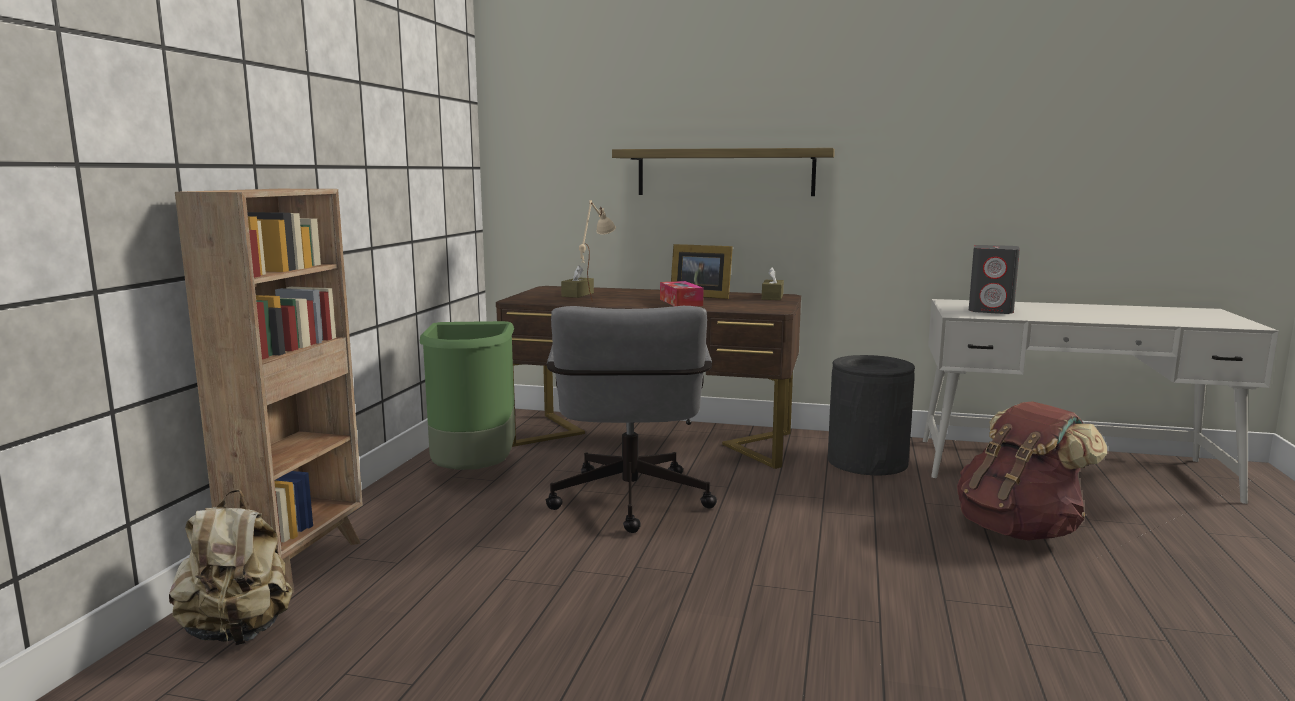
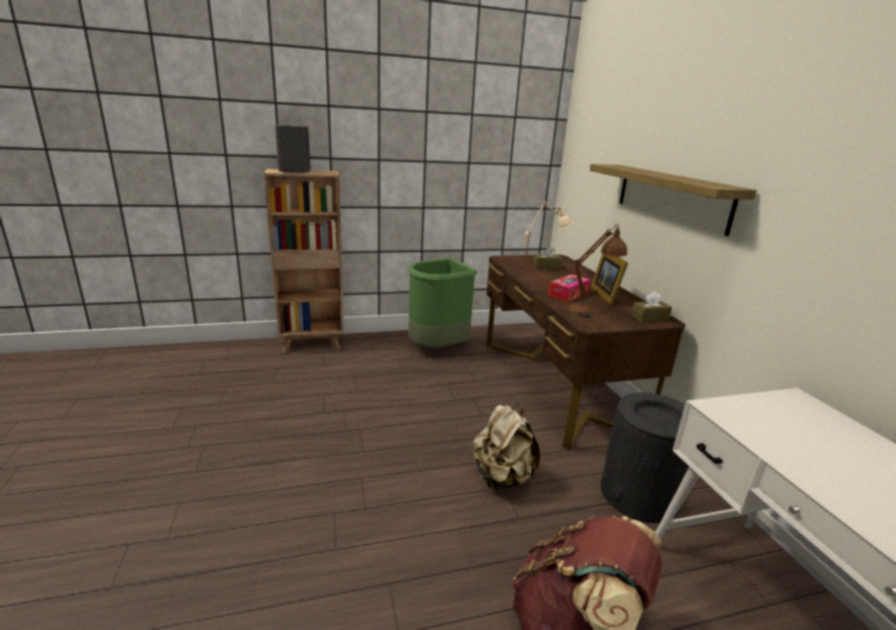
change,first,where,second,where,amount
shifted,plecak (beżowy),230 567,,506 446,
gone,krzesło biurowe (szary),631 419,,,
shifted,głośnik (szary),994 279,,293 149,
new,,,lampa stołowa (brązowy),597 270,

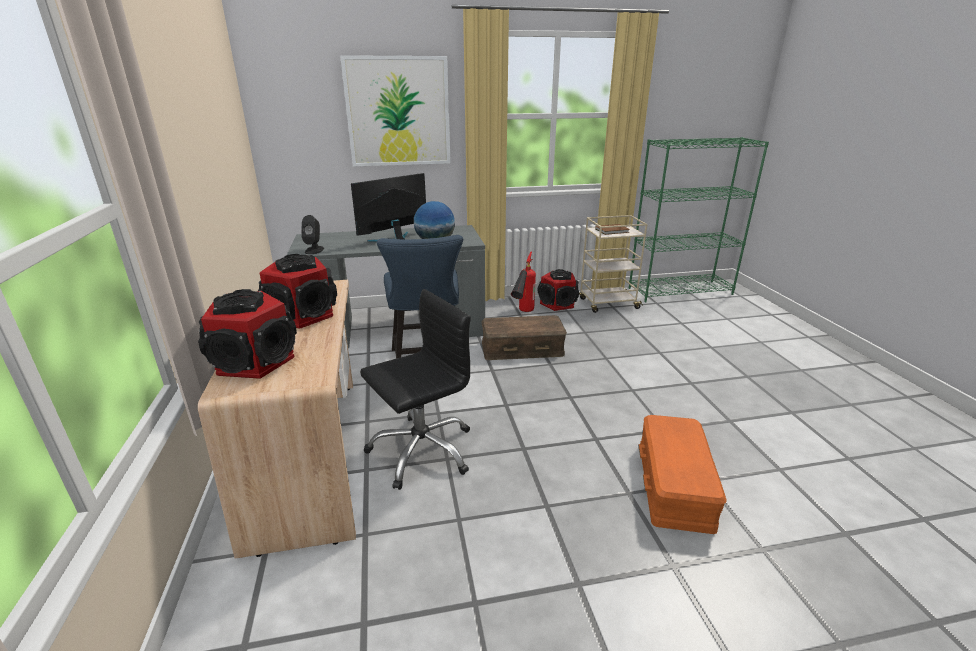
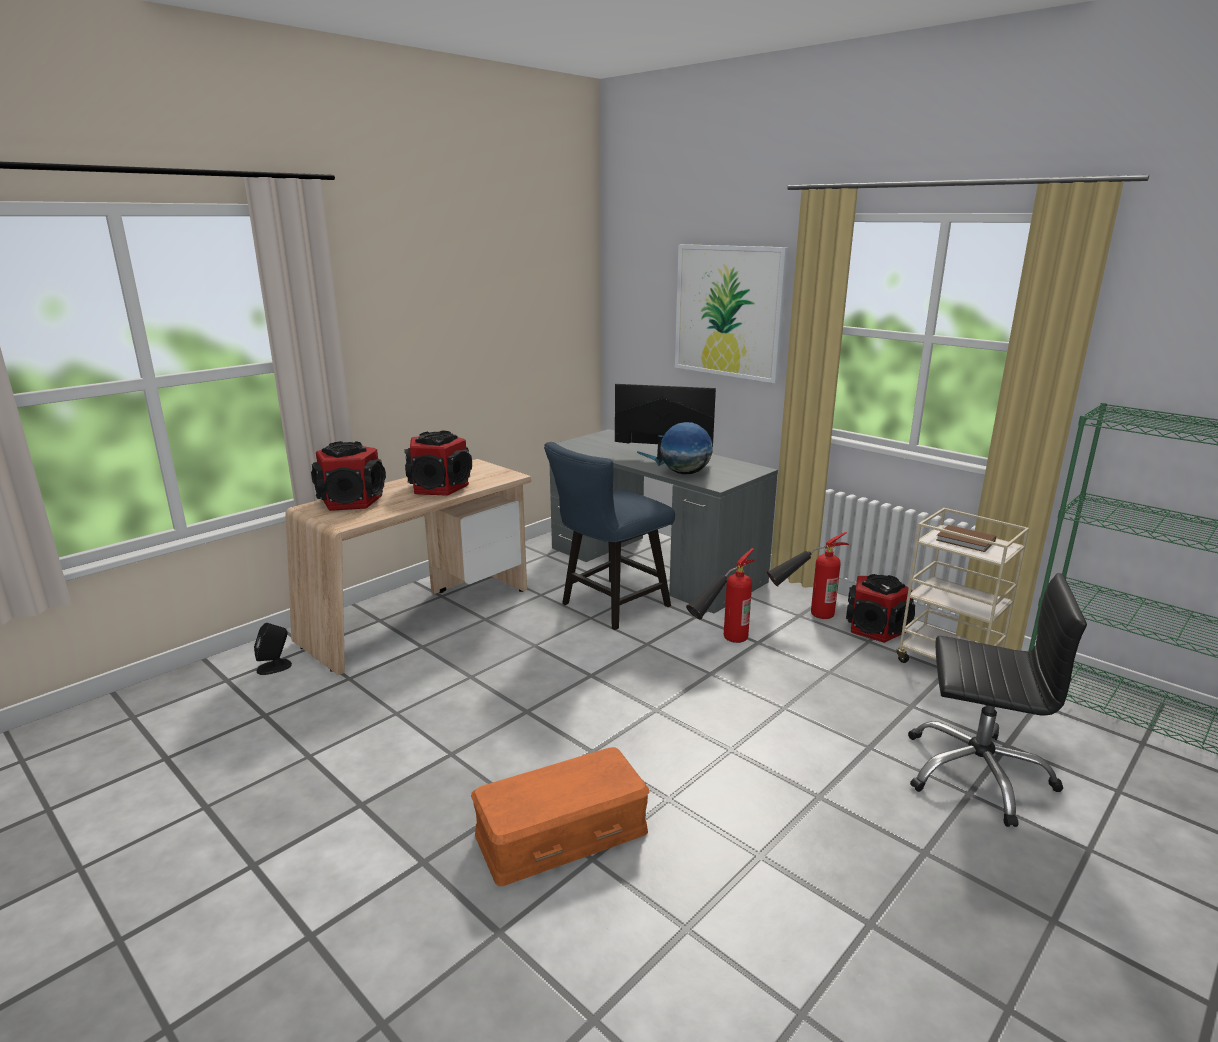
change,first,where,second,where,amount
shifted,głośnik (czarny),313 234,,273 649,
shifted,krzesło biurowe (czarny),415 389,,997 700,
swapped,pojemnik do przechowywania (brązowy),524 337,gaśnica,721 595,

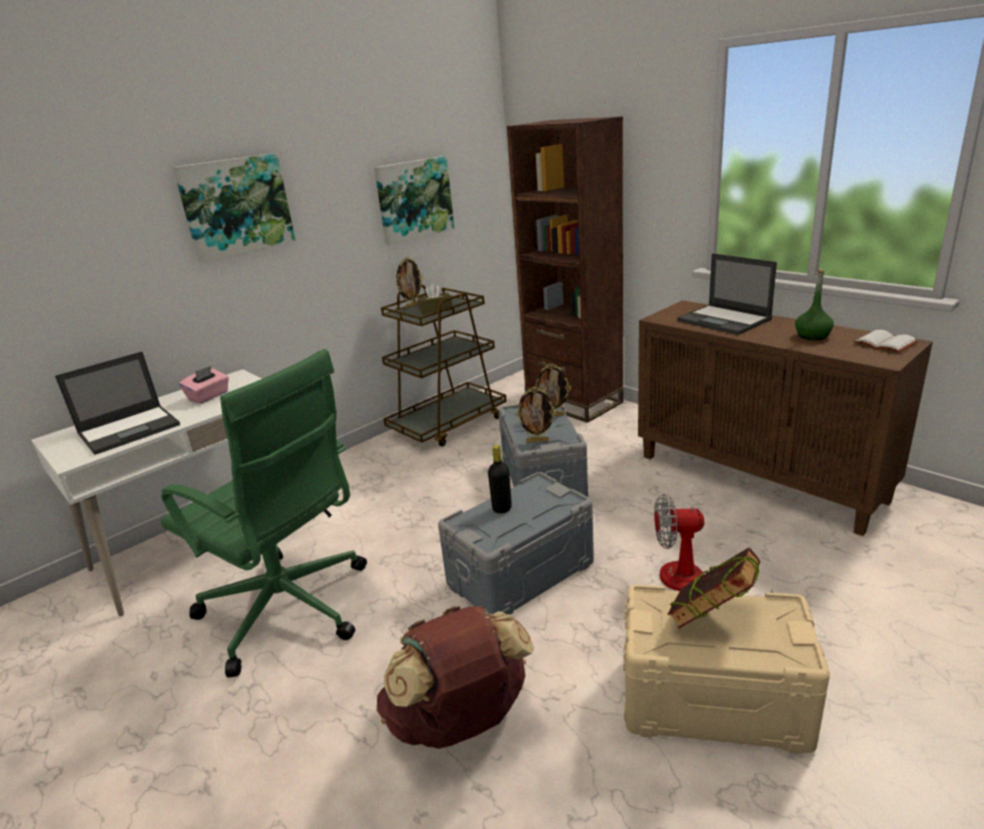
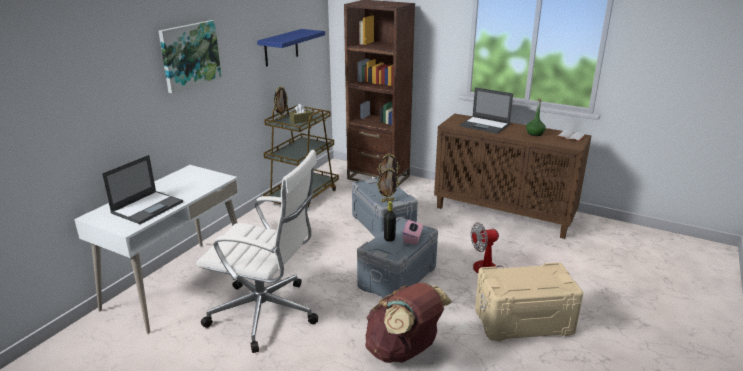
change,first,where,second,where,amount
repainted,krzesło biurowe (zielony),264 513,krzesło biurowe (biały),257 251,
shifted,pudełko chusteczek (różowy),204 385,,413 232,
swapped,obraz,414 201,półka (niebieski),291 48,
gone,książka,714 588,,,

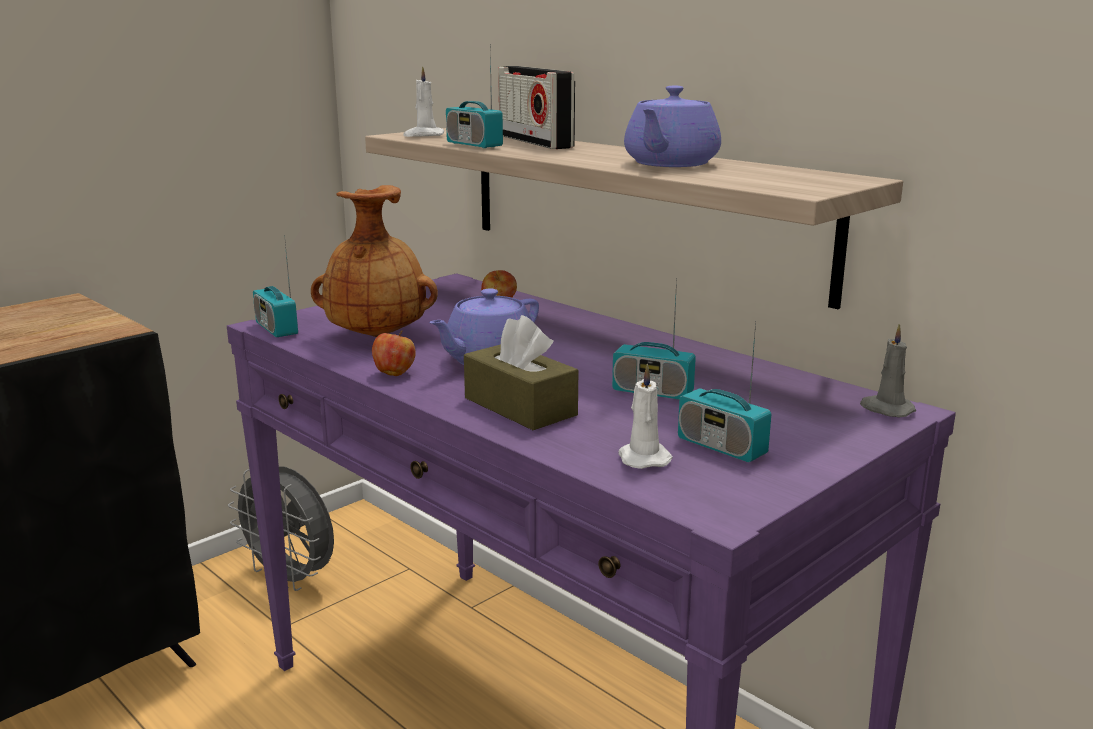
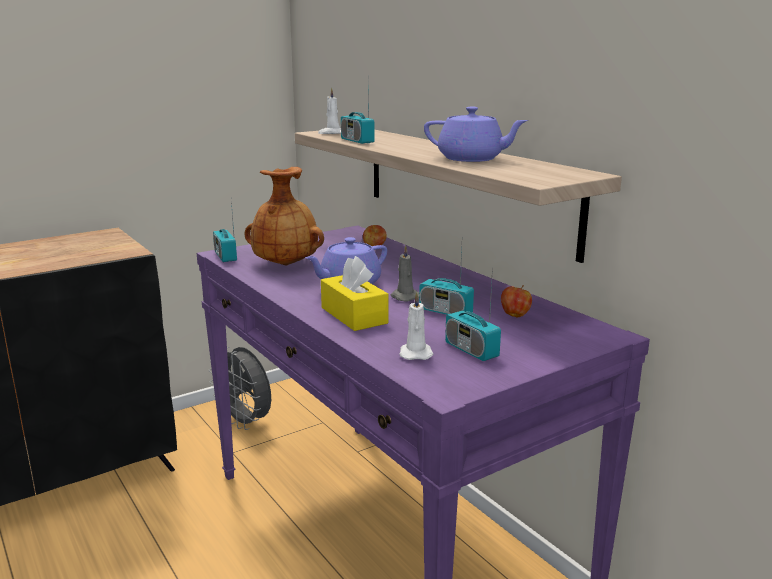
change,first,where,second,where,amount
shifted,jabłko,394 353,,516 301,
repainted,pudełko chusteczek (brązowy),521 372,pudełko chusteczek (żółty),354 293,
gone,radio,536 107,,,
rotated,imbryk (fioletowy),672 126,,476 134,105 degrees counterclockwise
shifted,świeca (szary),888 370,,405 273,

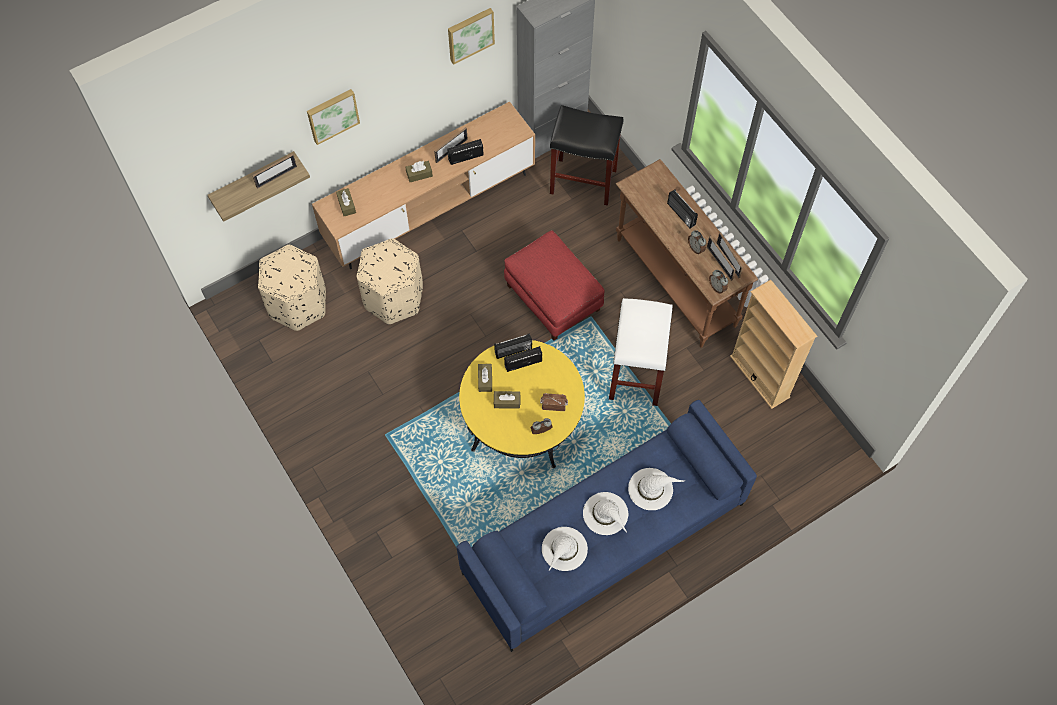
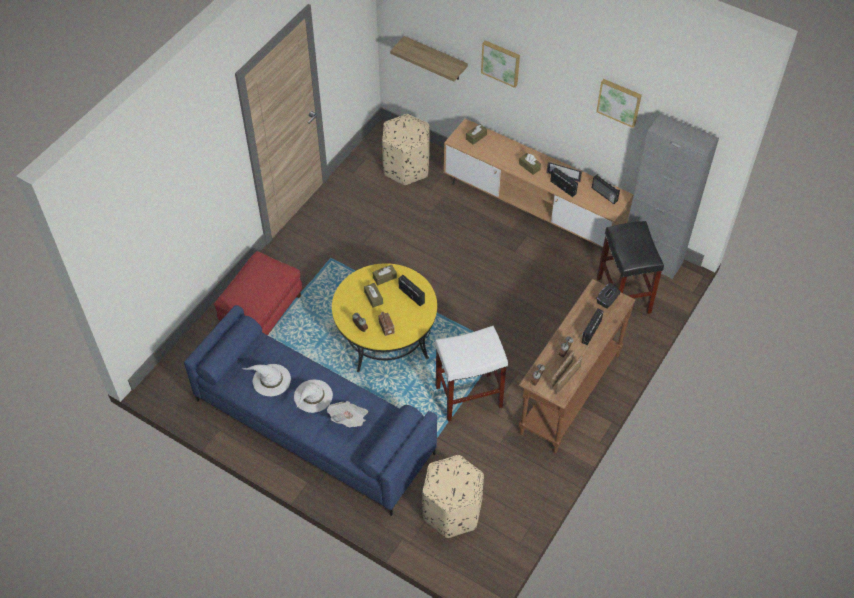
change,first,where,second,where,amount
gone,ramka na zdjęcie,274 171,,,
shifted,pufa (beżowy),390 281,,453 496,
shifted,radio,513 346,,606 189,
shifted,pufa (czerwony),554 285,,258 293,
swapped,kapelusz (biały),656 489,gazeta,347 414,
gone,regał (beżowy),773 344,,,
new,,,pudełko chusteczek (czarny),609 296,

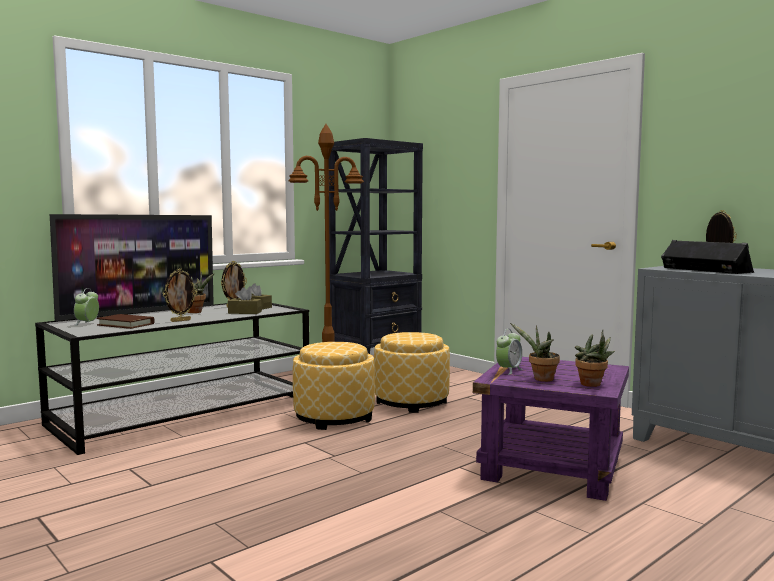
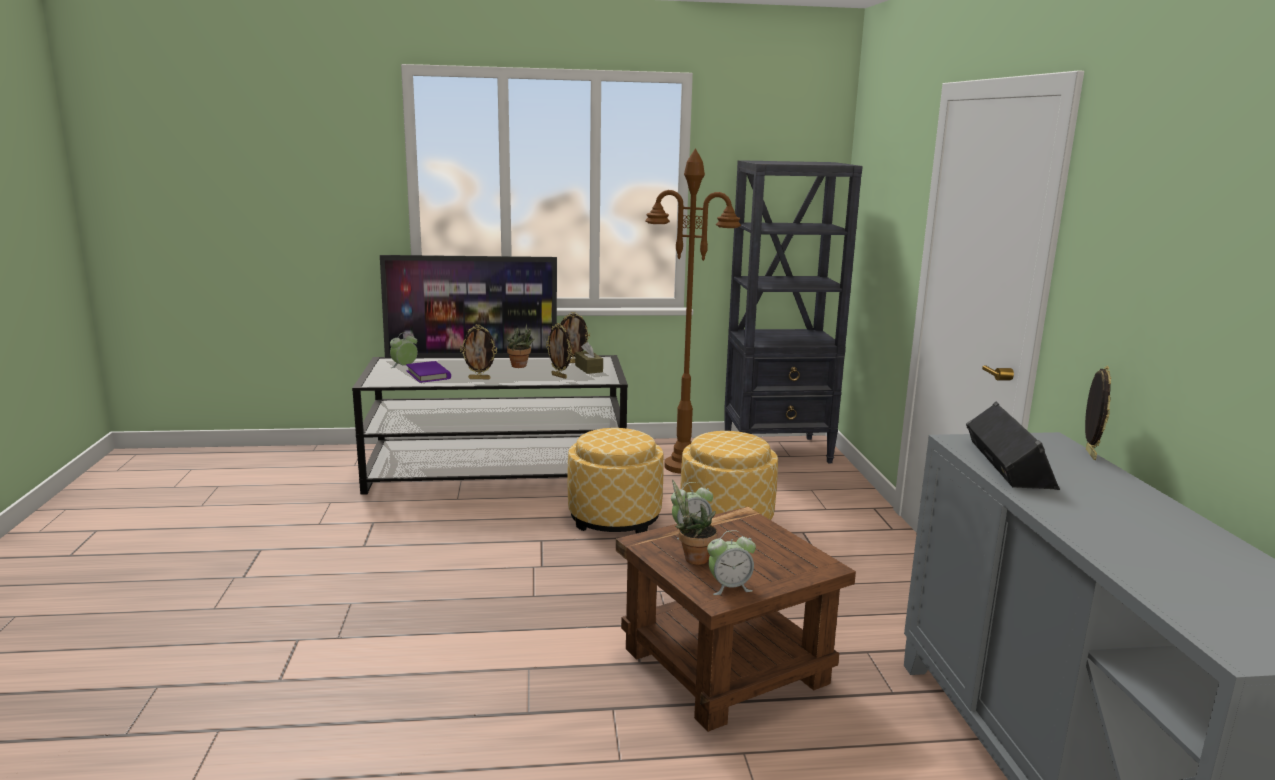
change,first,where,second,where,amount
repainted,książka (brązowy),126 321,książka (fioletowy),428 372,
swapped,pudełko chusteczek (brązowy),245 300,ramka na zdjęcie,559 351,
repainted,stolik (fioletowy),551 429,stolik (brązowy),736 619,
swapped,roślina doniczkowa,595 358,budzik,731 562,

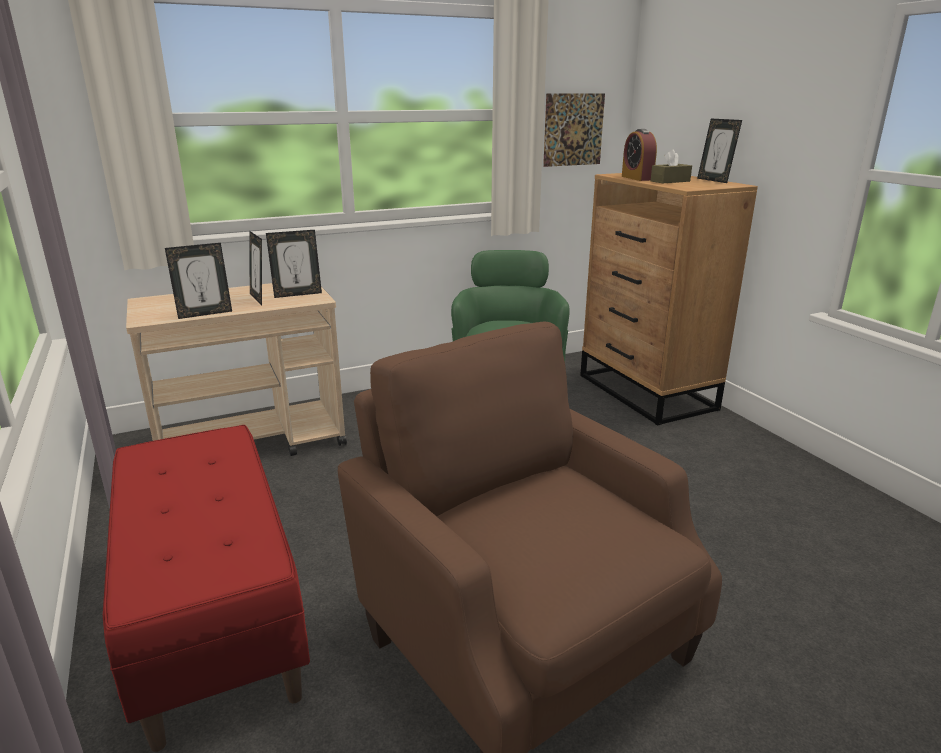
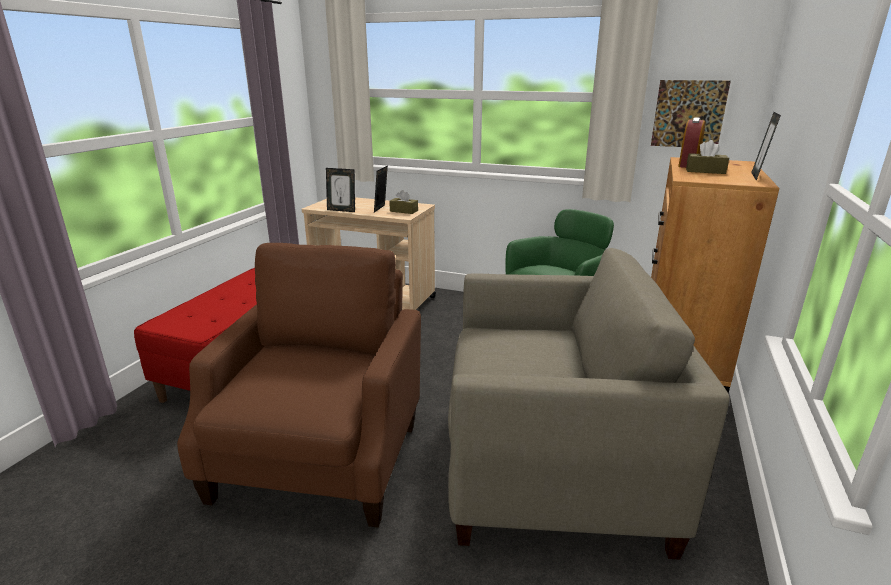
change,first,where,second,where,amount
swapped,ramka na zdjęcie,294 264,pudełko chusteczek (brązowy),403 202,
new,,,fotel (beżowy),588 404,

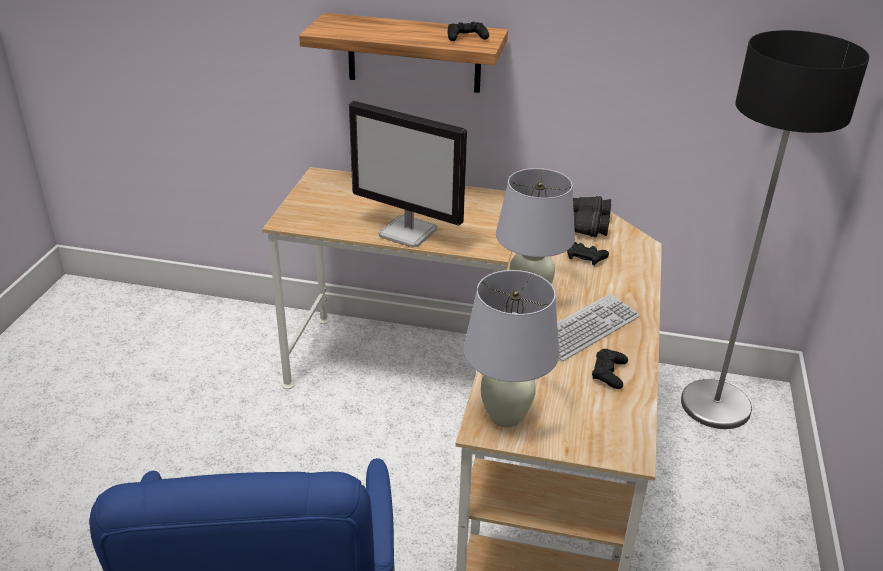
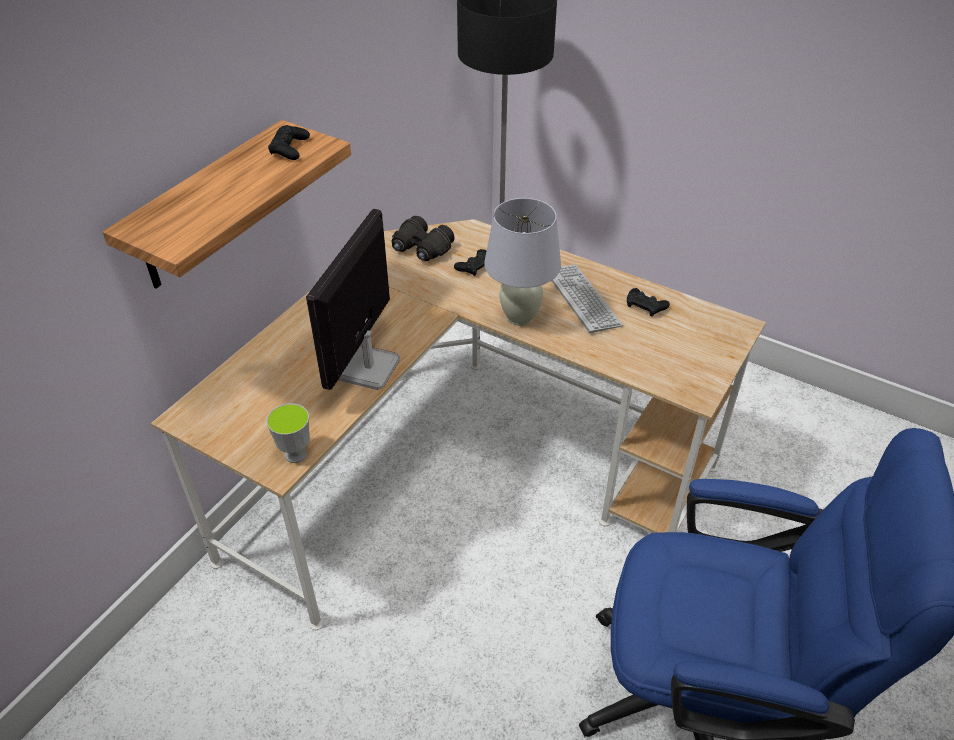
change,first,where,second,where,amount
rotated,monitor,408 174,,353 299,150 degrees clockwise
gone,lampa stołowa (biały),511 348,,,
new,,,filiżanka,288 433,

